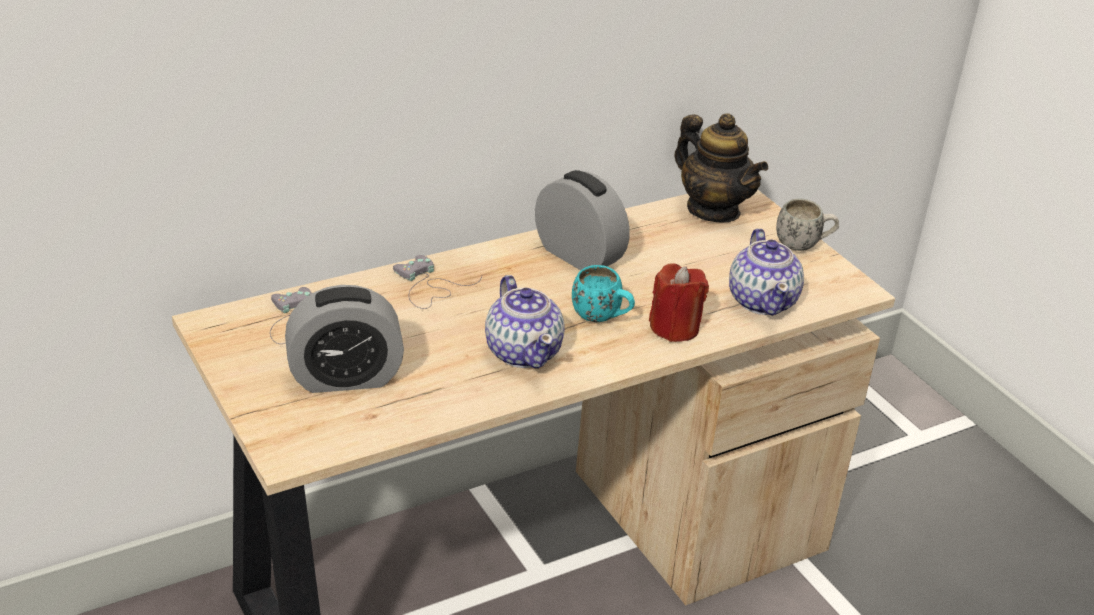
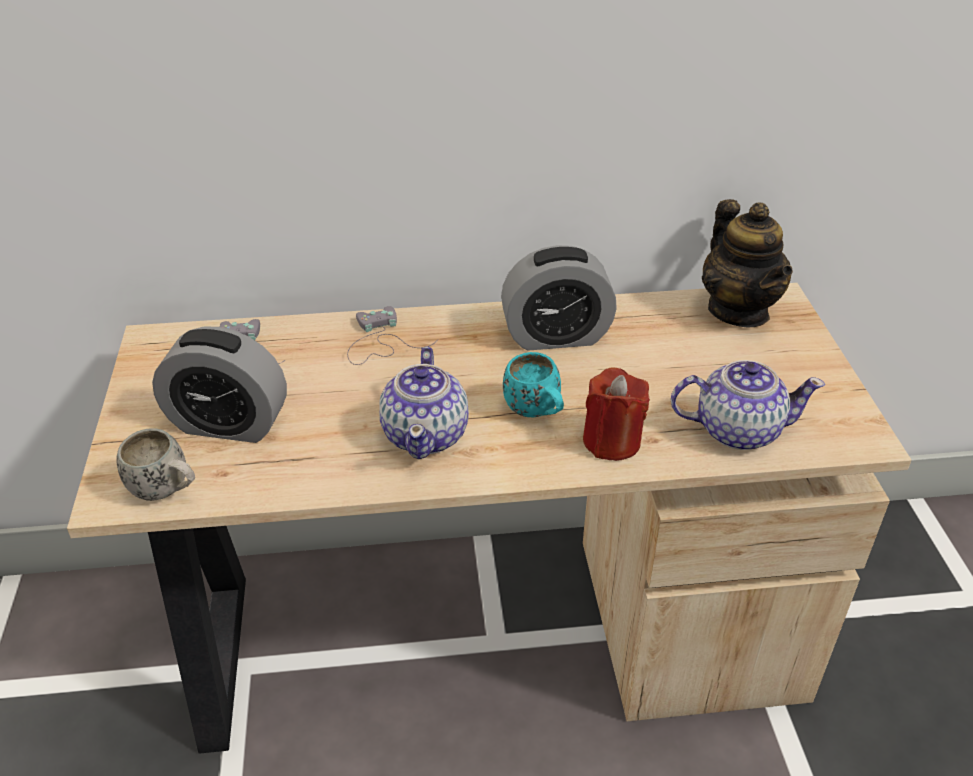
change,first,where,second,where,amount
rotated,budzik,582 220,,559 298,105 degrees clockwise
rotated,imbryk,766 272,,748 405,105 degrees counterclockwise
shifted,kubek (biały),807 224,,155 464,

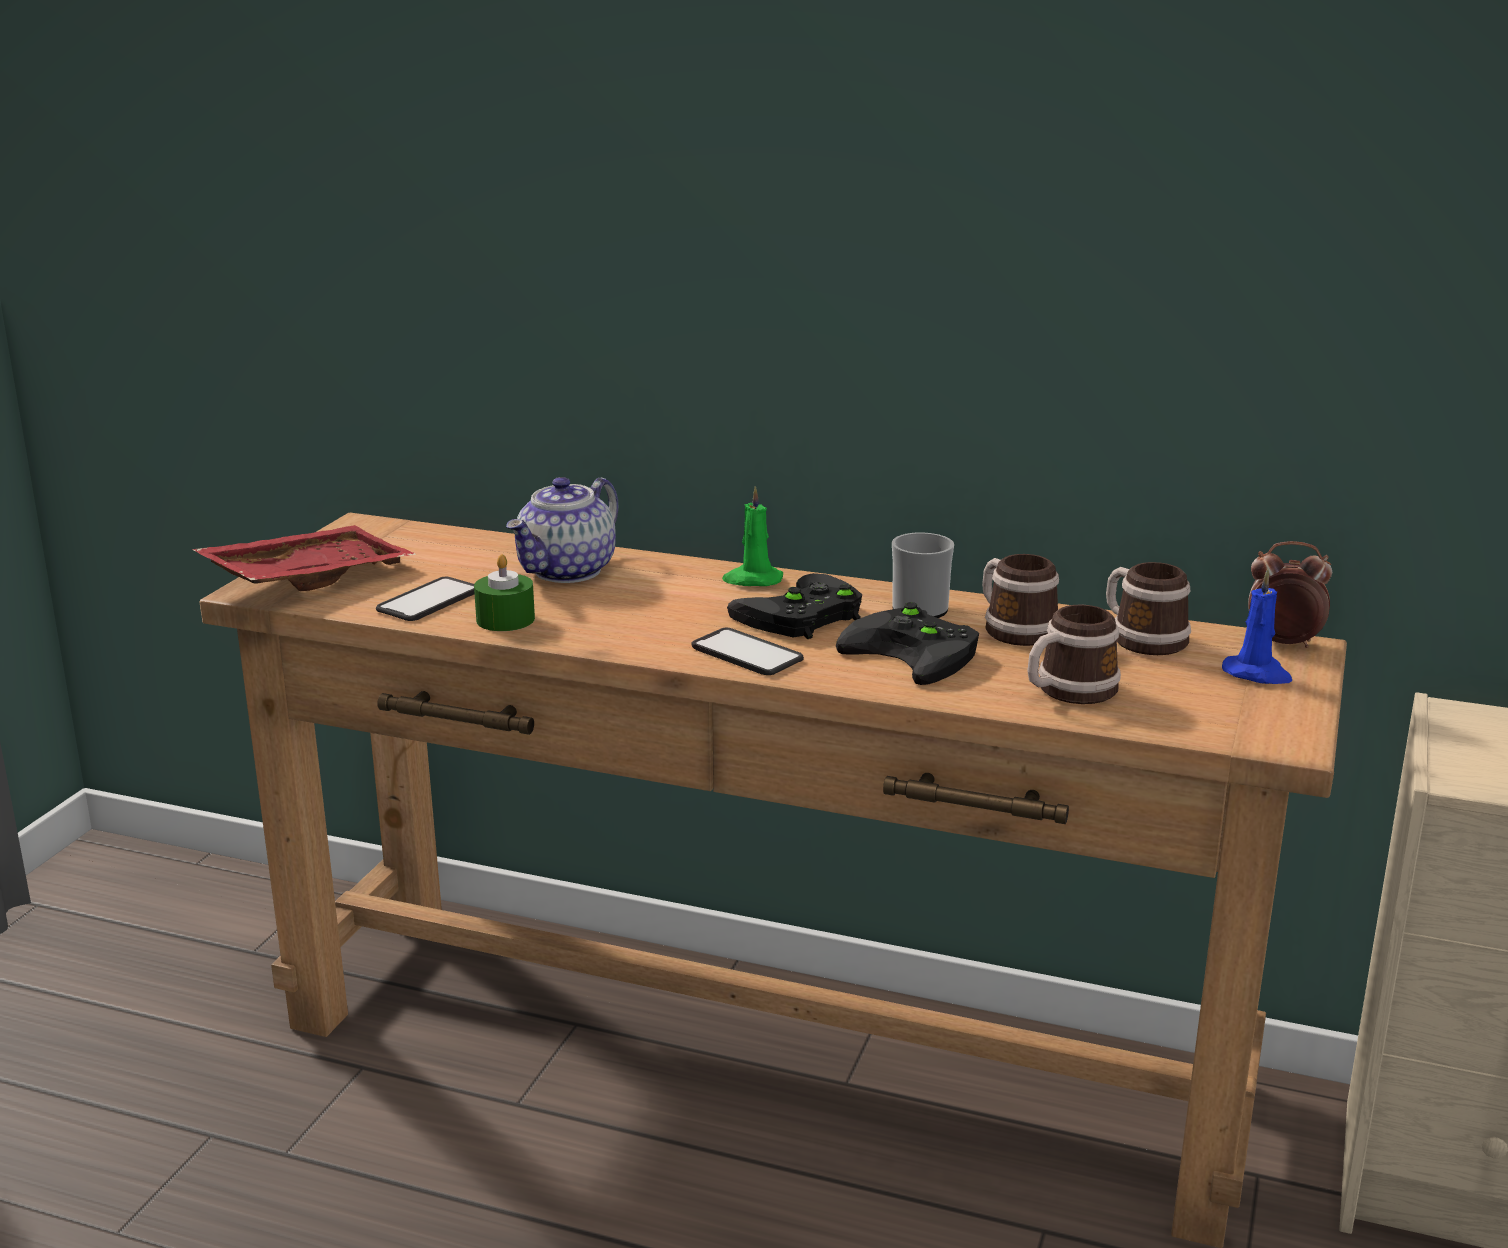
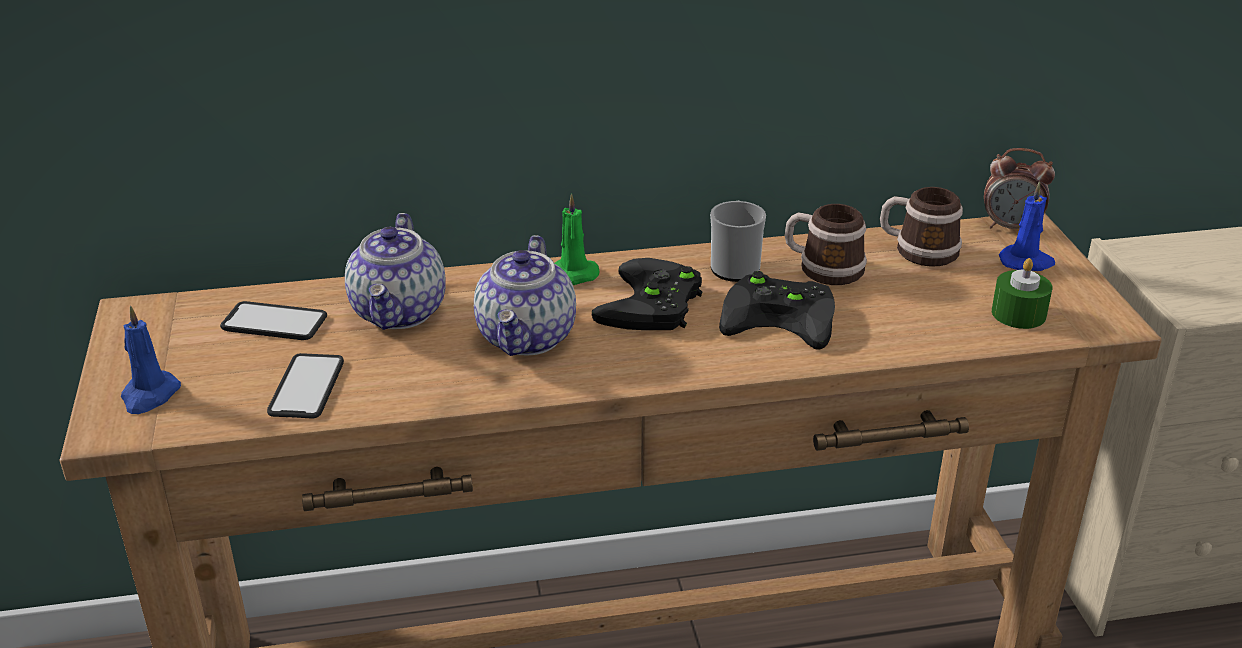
change,first,where,second,where,amount
swapped,taca (czerwony),304 558,świeca (niebieski),151 360,
shifted,świeca (zielony),504 592,,1022 293,
shifted,telefon,747 651,,273 320,
gone,kubek,1074 654,,,
rotated,budzik,1290 594,,1019 188,150 degrees counterclockwise
new,,,imbryk,525 295,

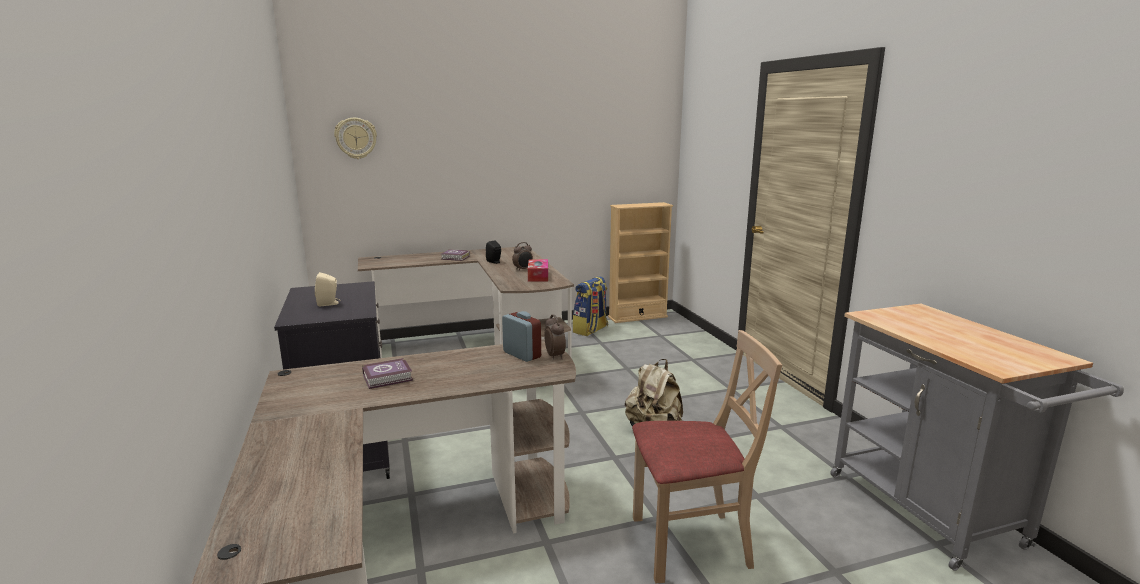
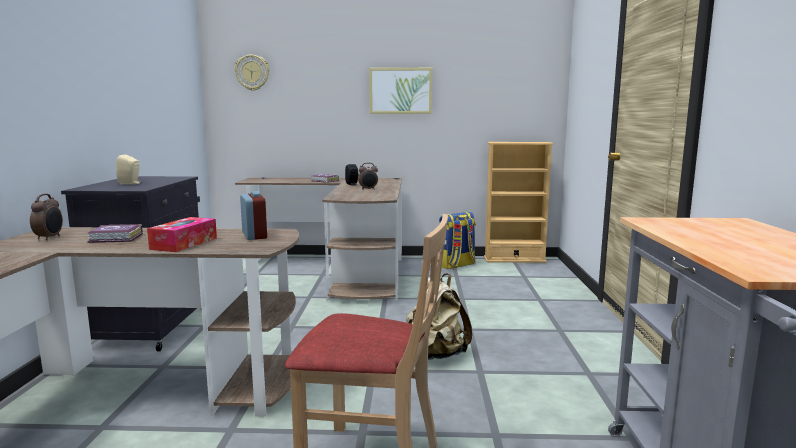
change,first,where,second,where,amount
shifted,pudełko chusteczek,538 270,,182 234,
shifted,budzik,555 336,,46 217,
new,,,obraz,400 91,

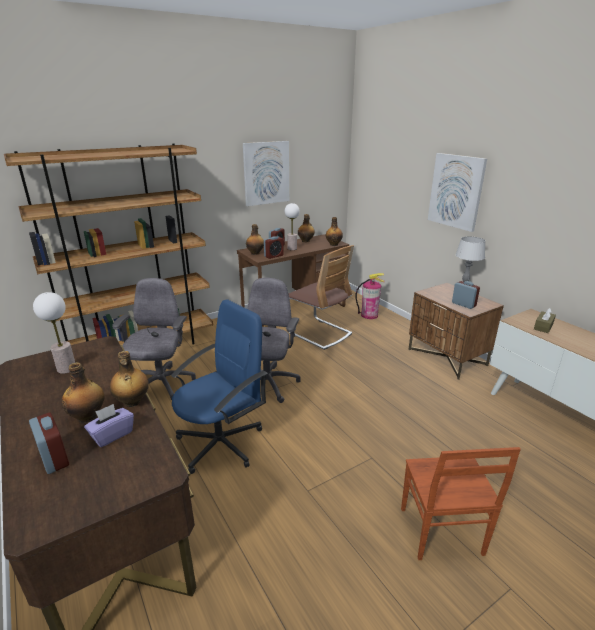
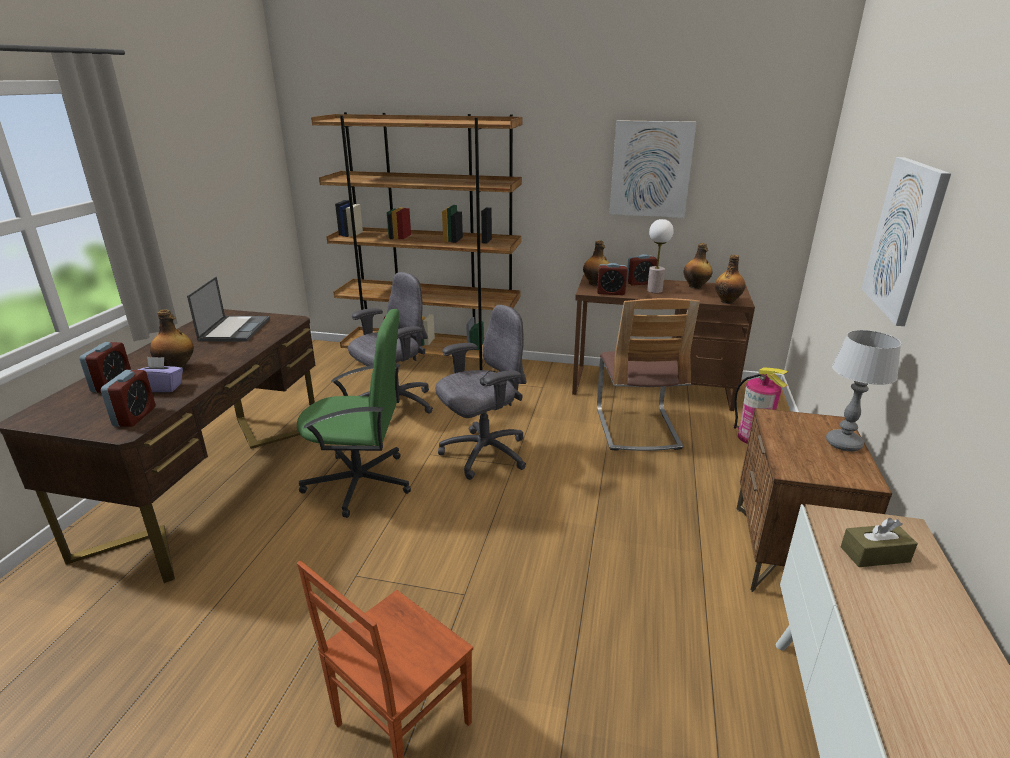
change,first,where,second,where,amount
swapped,lampa stołowa,54 333,laptop,228 309,
gone,butelka,129 379,,,
repainted,krzesło biurowe (niebieski),219 387,krzesło biurowe (zielony),354 413,
shifted,budzik,466 295,,128 398,

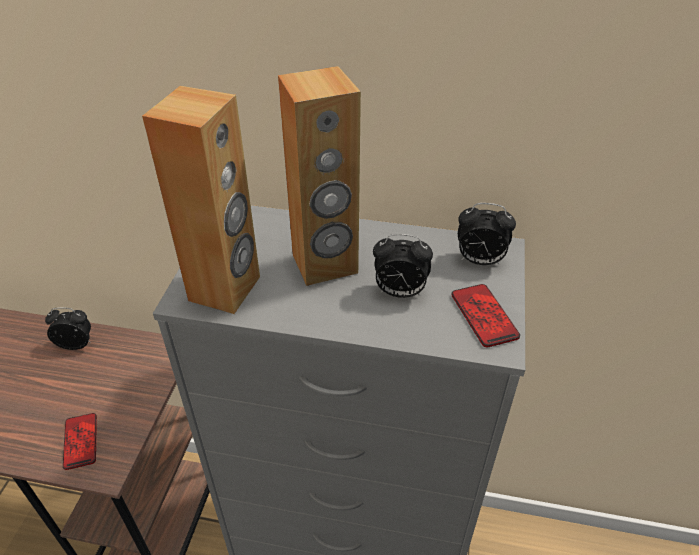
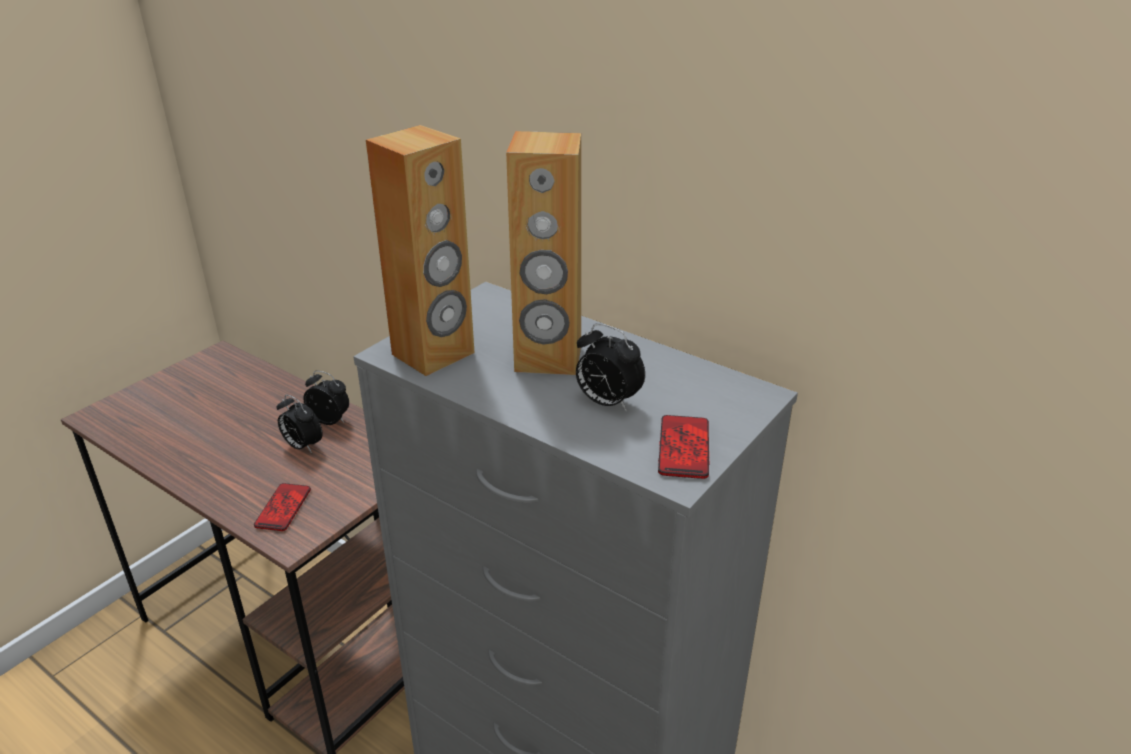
change,first,where,second,where,amount
shifted,budzik,487 234,,300 424,

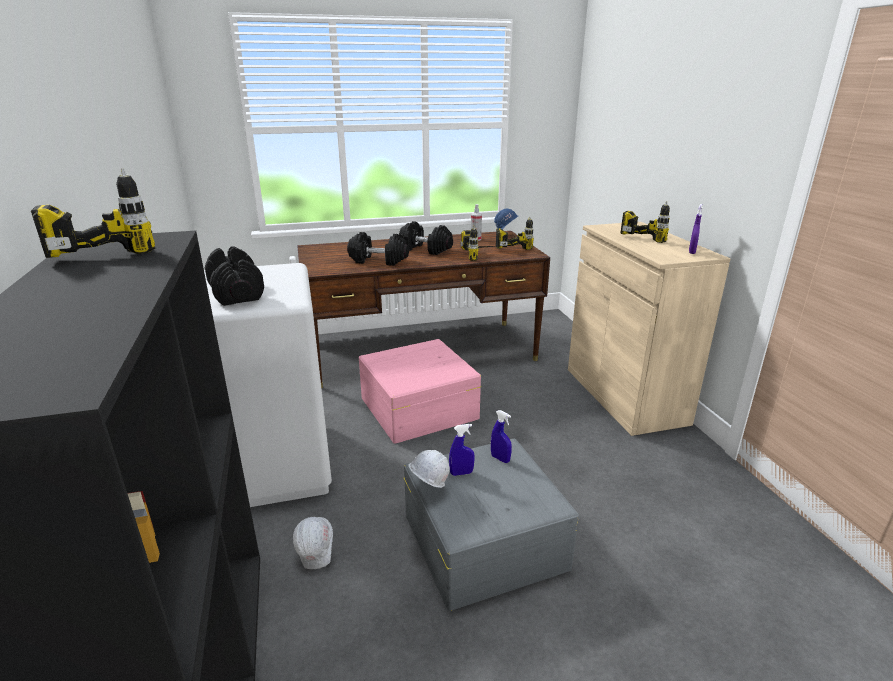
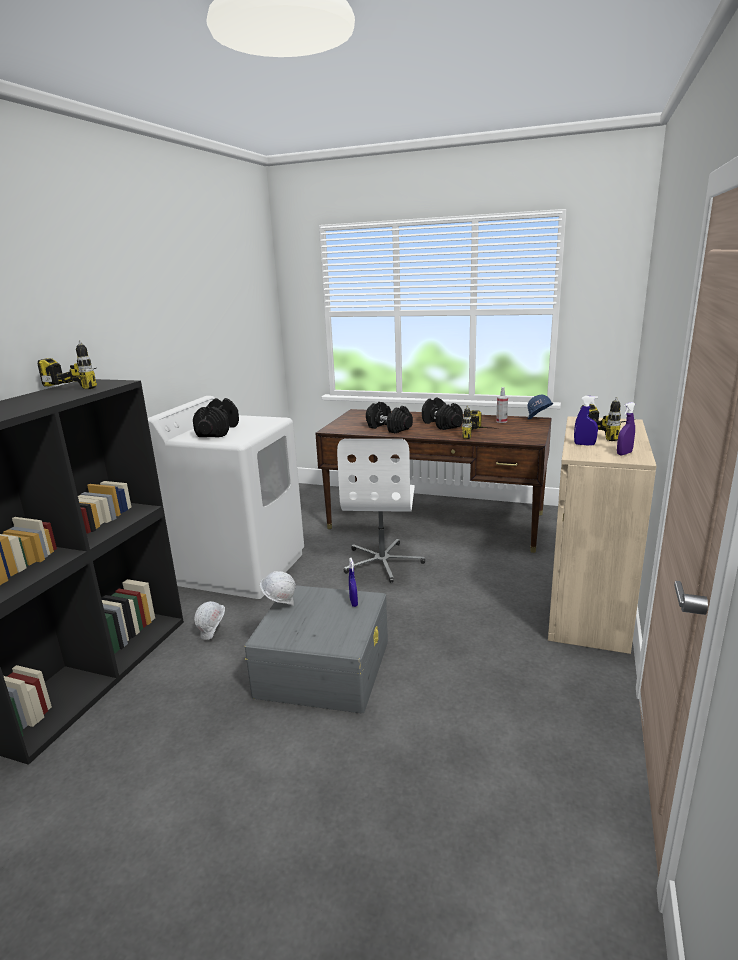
change,first,where,second,where,amount
swapped,pojemnik do przechowywania (różowy),420 391,krzesło biurowe (biały),381 511,
shifted,spryskiwacz (niebieski),462 450,,586 421,
gone,wiertarka,515 233,,,

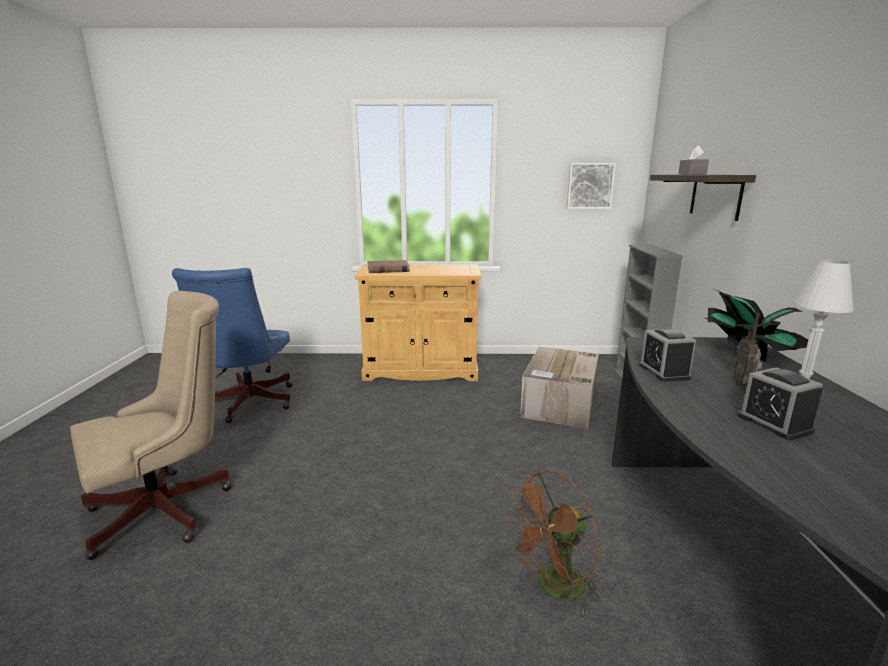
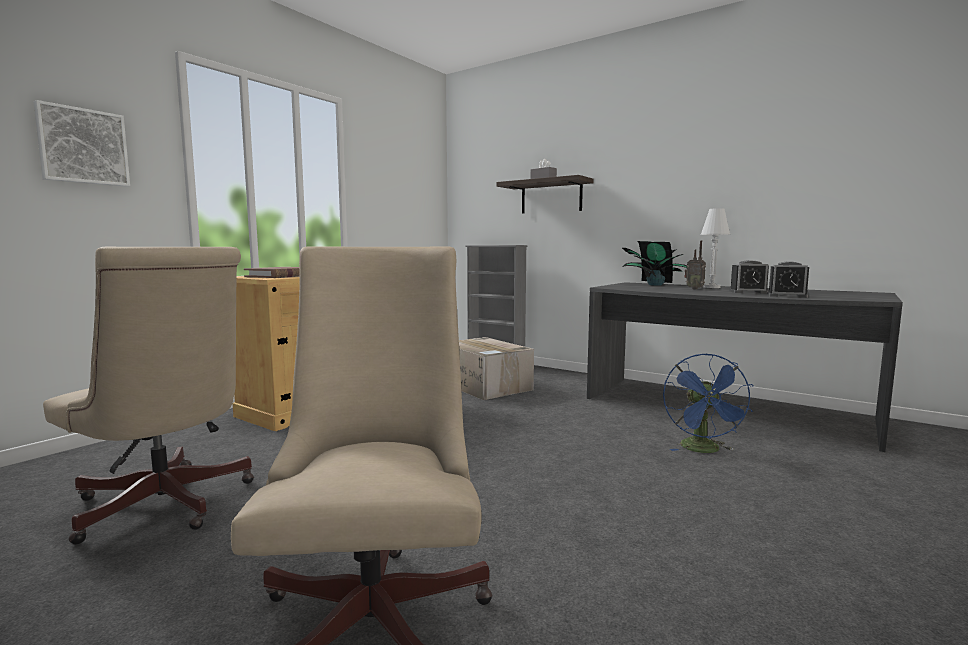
change,first,where,second,where,amount
repainted,krzesło biurowe (niebieski),232 345,krzesło biurowe (beżowy),148 396,
repainted,wentylator (brązowy),553 542,wentylator (niebieski),708 403,
shifted,obraz,591 186,,81 143,
shifted,budzik,667 355,,788 279,

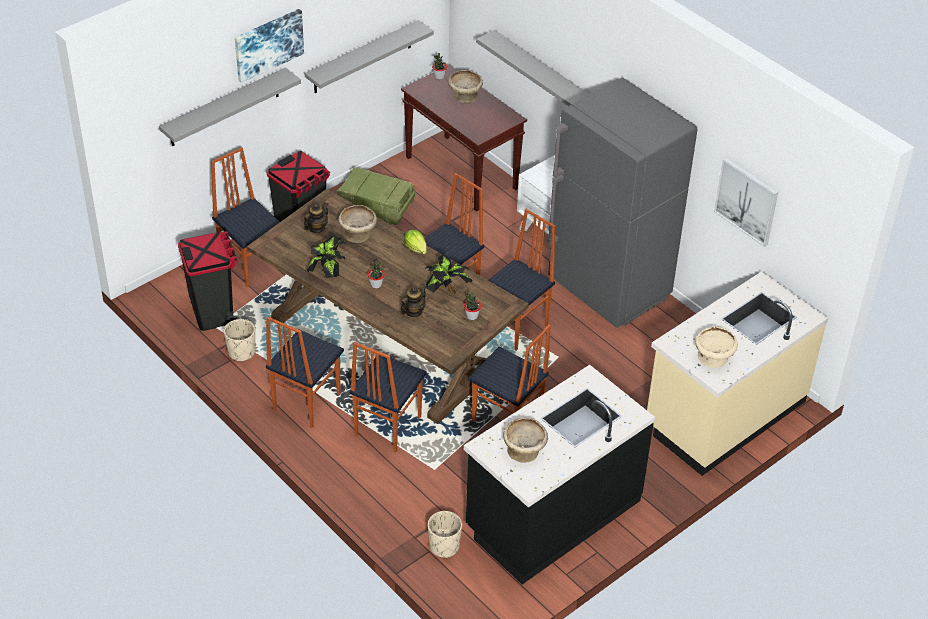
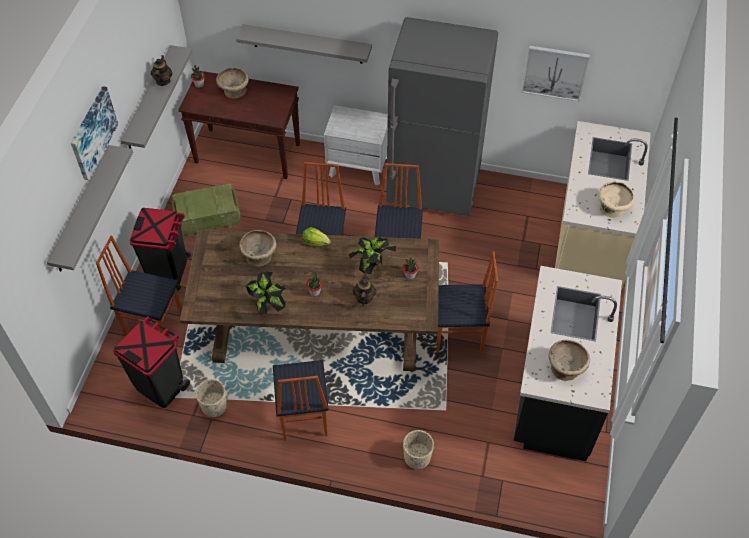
change,first,where,second,where,amount
shifted,imbryk,316 218,,162 70,
gone,krzesło,388 397,,,
shifted,donica (beżowy),445 534,,418 449,

